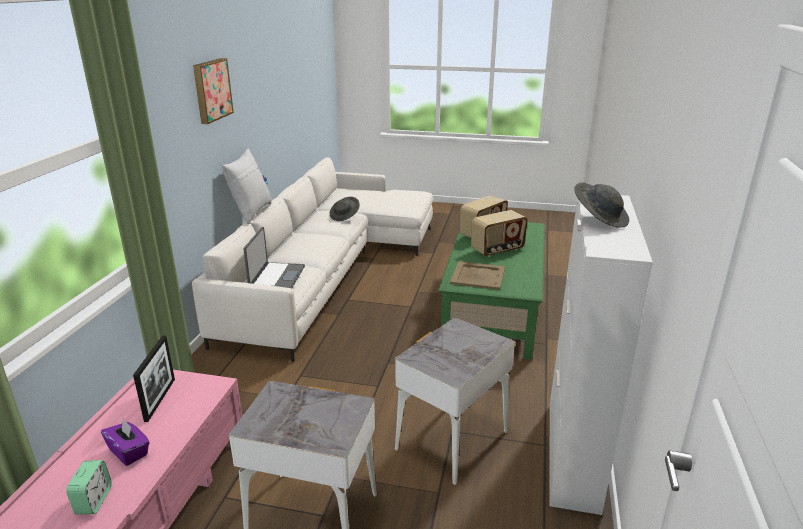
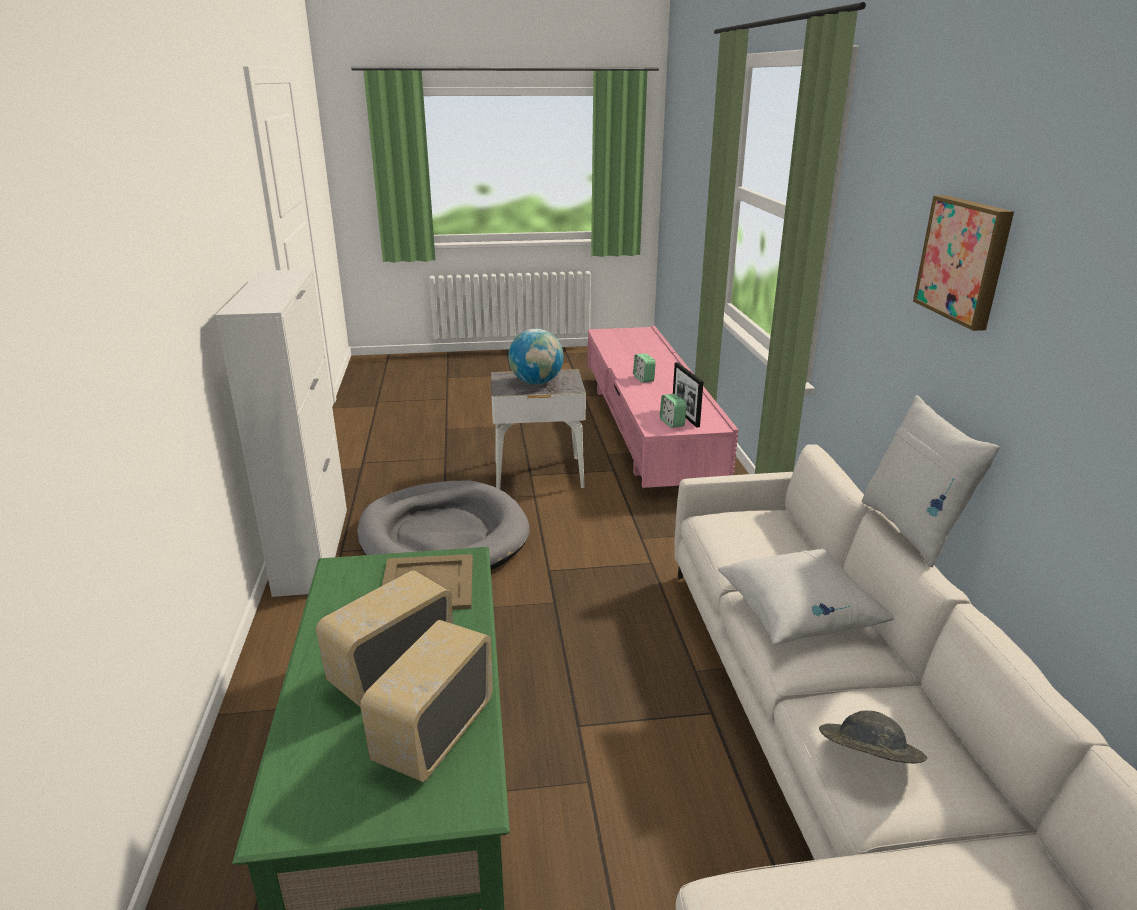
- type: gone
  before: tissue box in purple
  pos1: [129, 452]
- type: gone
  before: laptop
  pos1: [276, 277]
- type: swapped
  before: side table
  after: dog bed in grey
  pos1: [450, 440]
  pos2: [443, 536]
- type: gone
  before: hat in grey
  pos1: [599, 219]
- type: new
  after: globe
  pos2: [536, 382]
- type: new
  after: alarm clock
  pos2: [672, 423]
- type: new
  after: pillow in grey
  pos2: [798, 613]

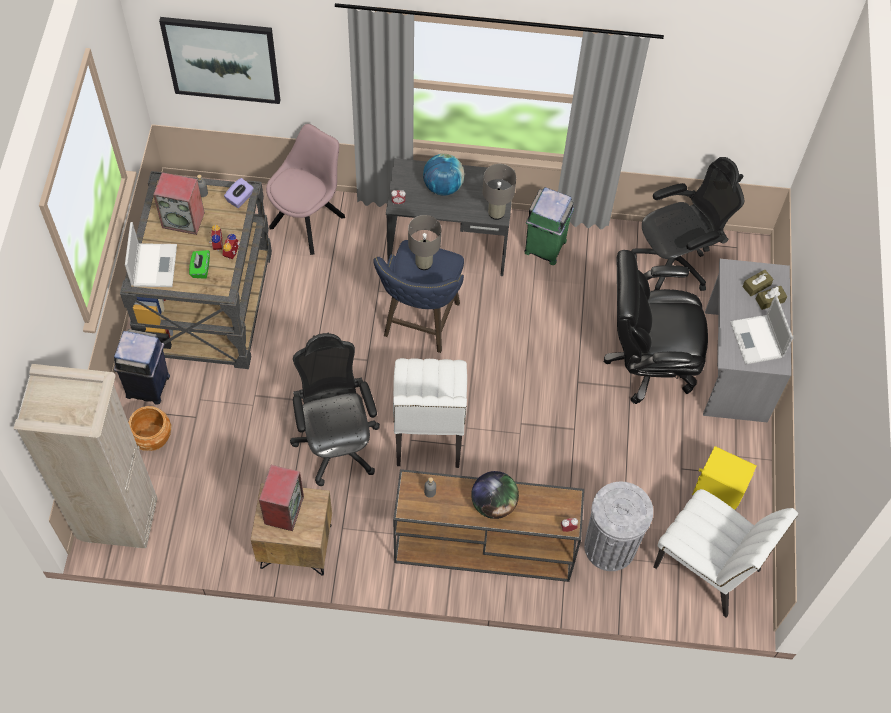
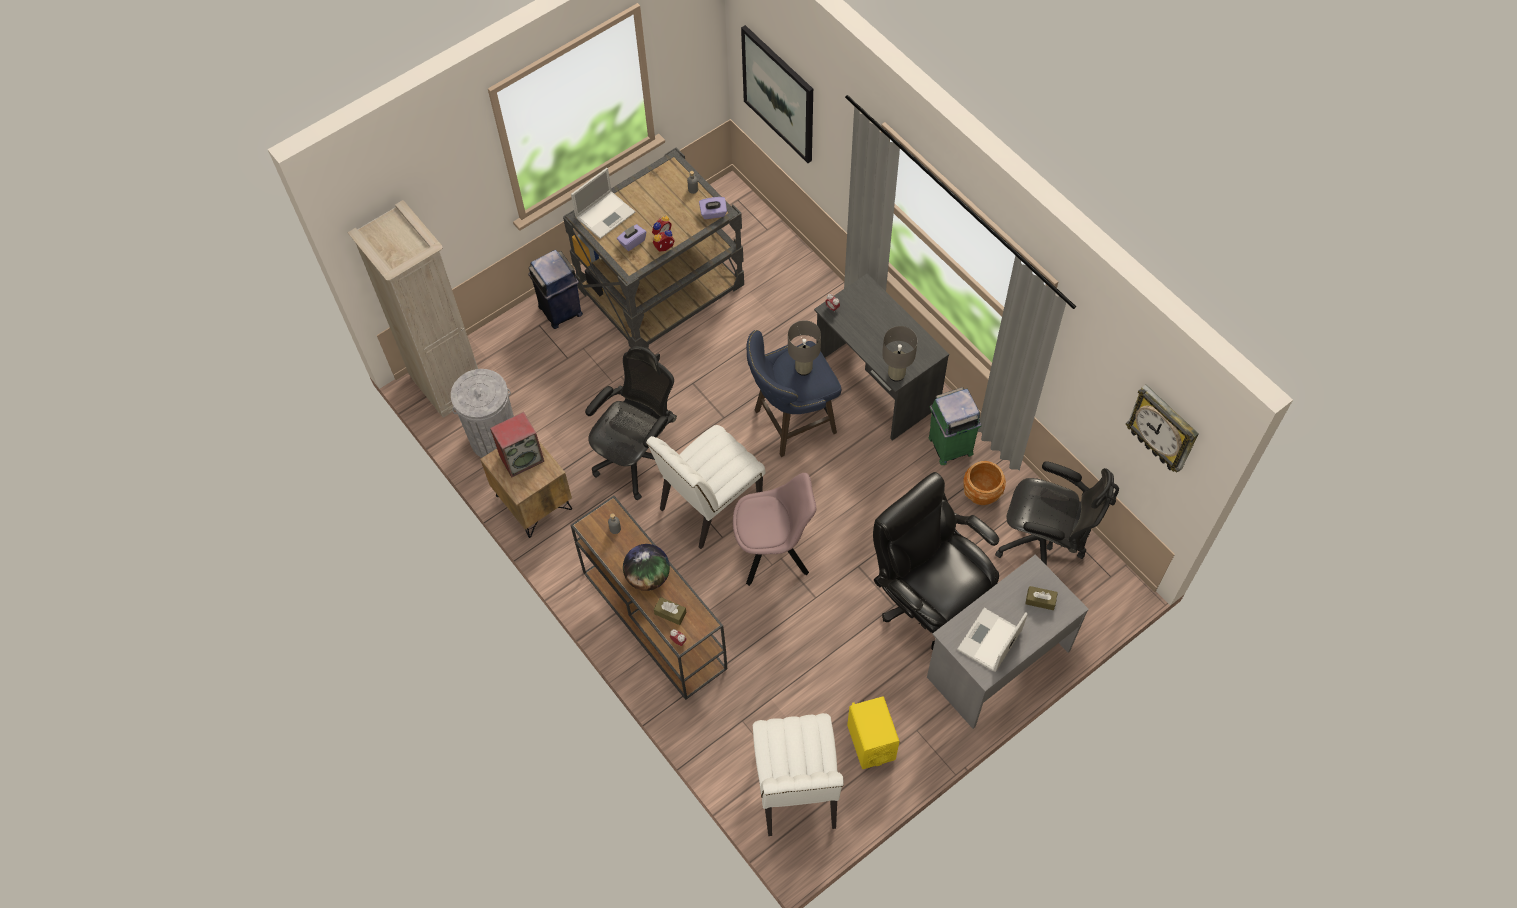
- type: shifted
  before: planter in brown
  pos1: [152, 438]
  pos2: [981, 493]
- type: gone
  before: speaker
  pos1: [184, 220]
- type: repainted
  before: tissue box in green
  after: tissue box in purple
  pos1: [200, 269]
  pos2: [632, 242]
- type: shifted
  before: chair in pink
  pos1: [308, 222]
  pos2: [773, 553]
- type: gone
  before: globe
  pos1: [443, 186]
- type: shifted
  before: trash can in grey
  pos1: [609, 546]
  pos2: [494, 439]
- type: shifted
  before: tissue box in brown
  pos1: [770, 300]
  pos2: [670, 613]
- type: new
  after: wall clock
  pos2: [1163, 429]

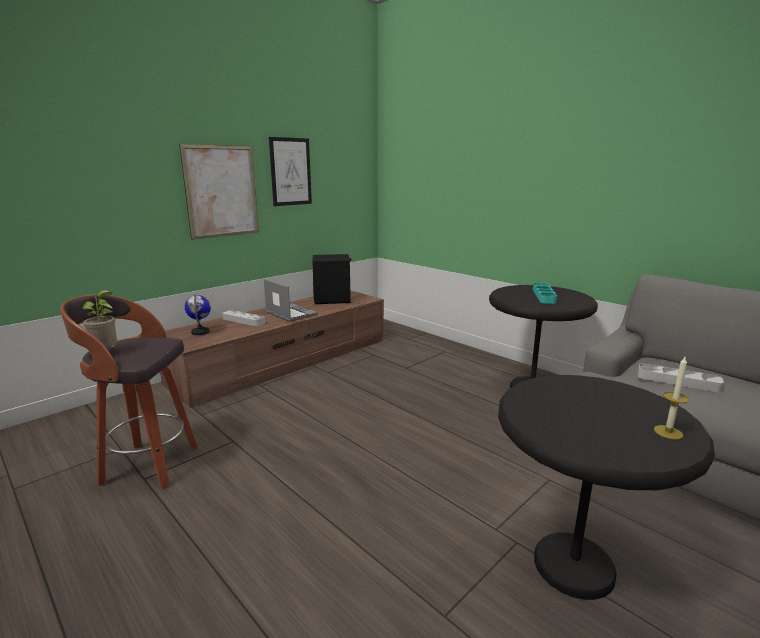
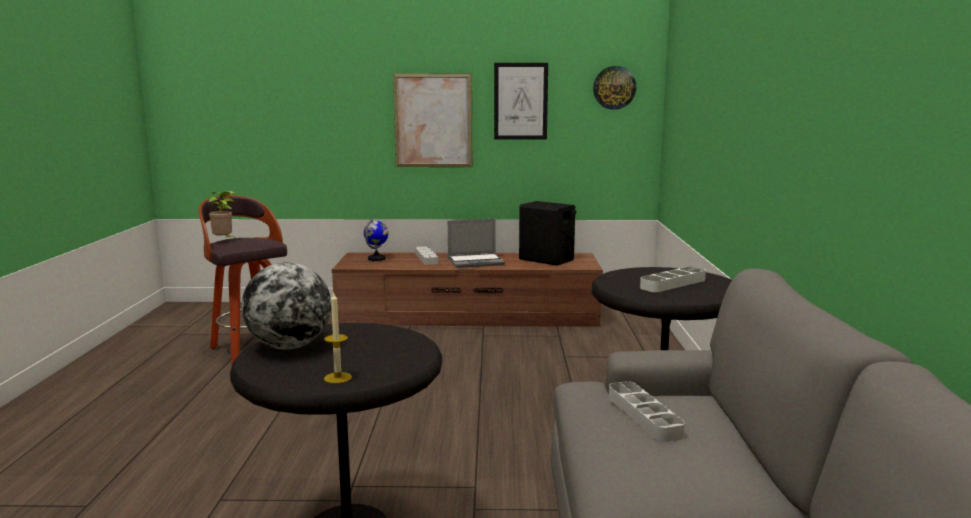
- type: rotated
  before: laptop
  pos1: [290, 314]
  pos2: [476, 262]
  turn: 75
- type: repainted
  before: tray in turquoise
  after: tray in white
  pos1: [543, 295]
  pos2: [673, 284]
- type: new
  after: globe
  pos2: [289, 346]
- type: new
  after: wall clock
  pos2: [614, 87]

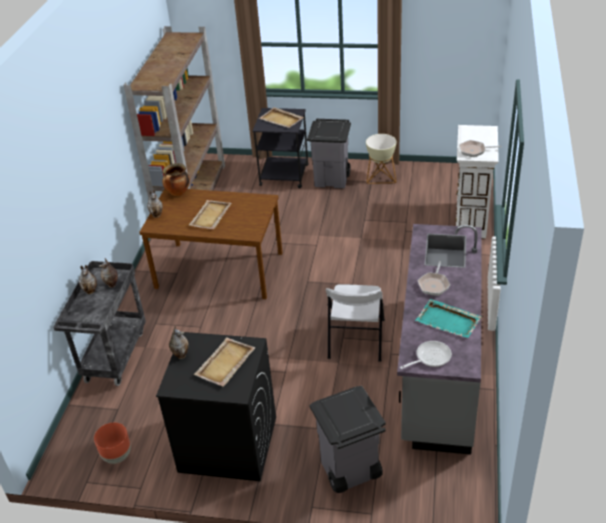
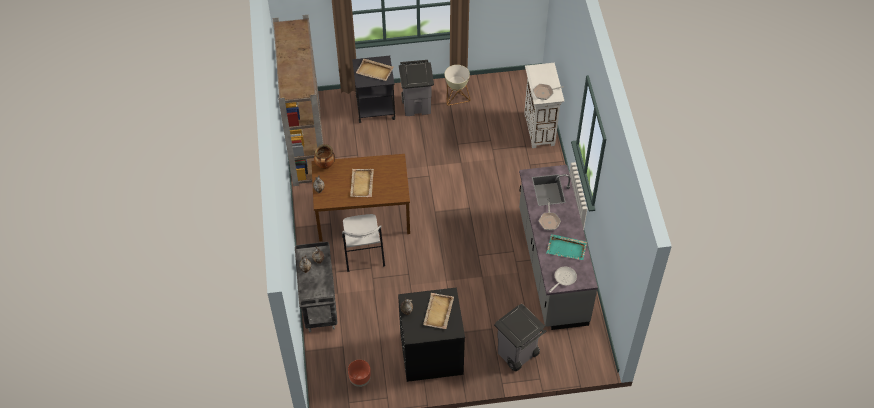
- type: shifted
  before: chair in white
  pos1: [356, 339]
  pos2: [363, 251]

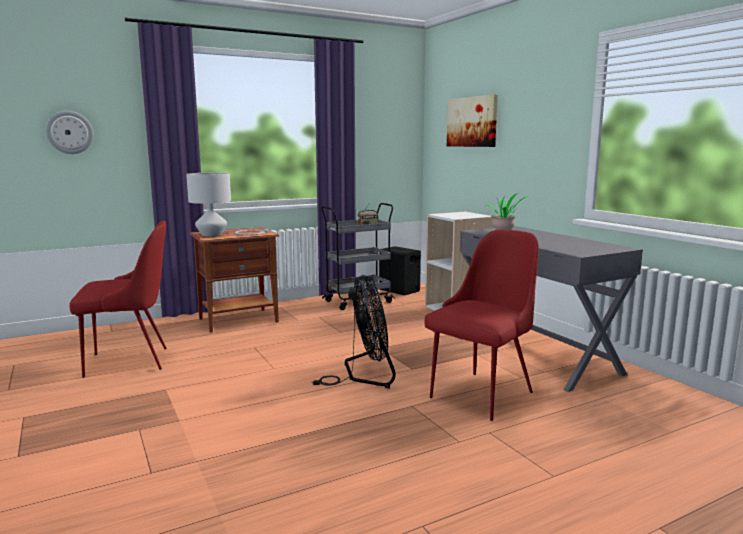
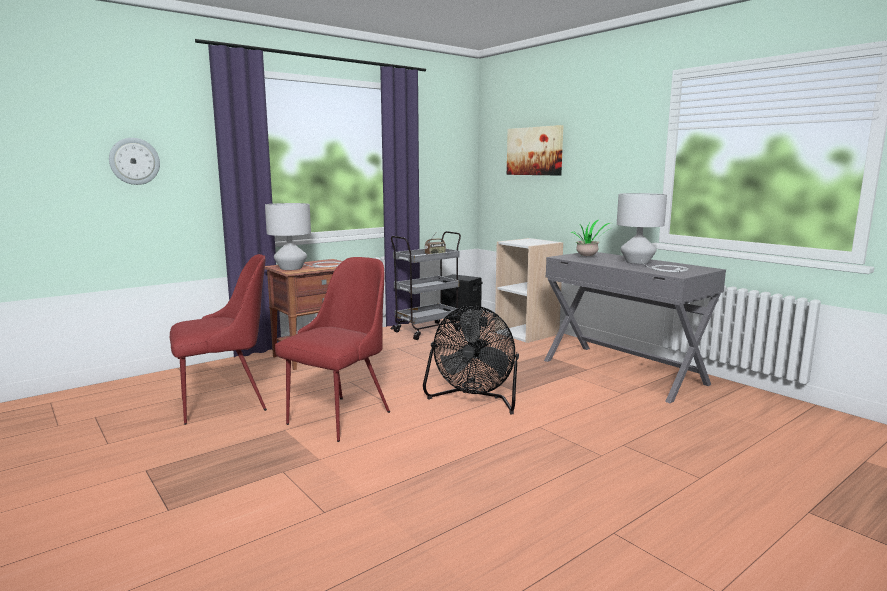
- type: rotated
  before: fan in black
  pos1: [361, 372]
  pos2: [472, 399]
  turn: 135
- type: shifted
  before: chair in red
  pos1: [481, 394]
  pos2: [339, 417]
- type: new
  after: table lamp in grey
  pos2: [649, 264]

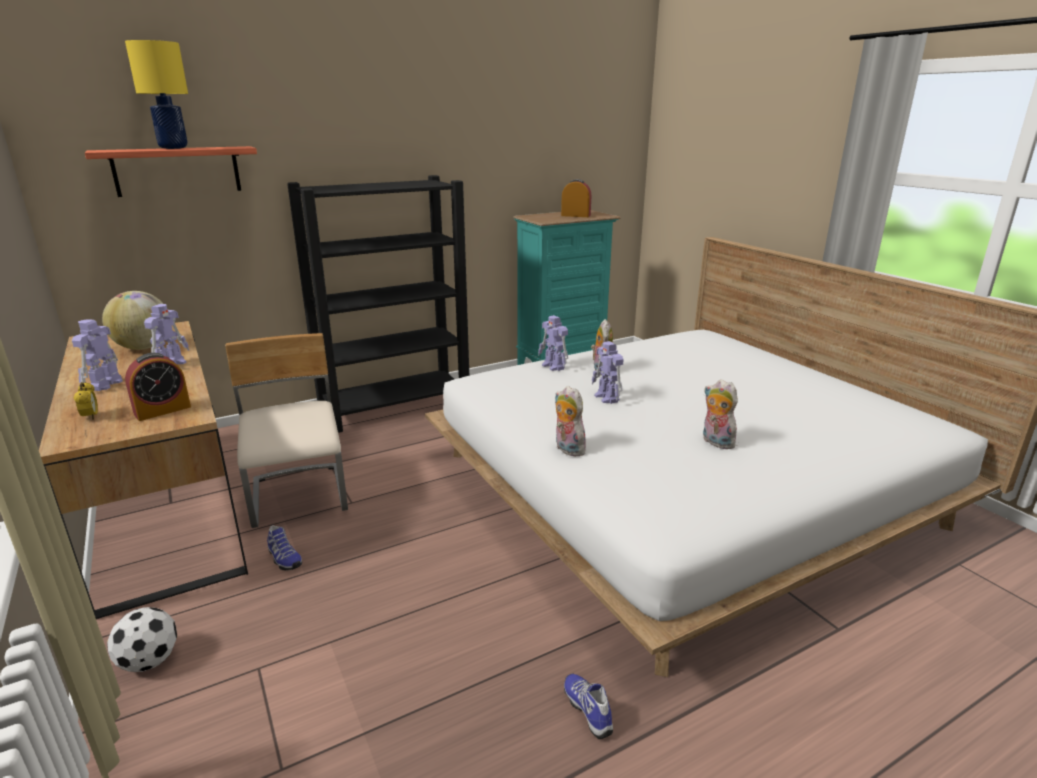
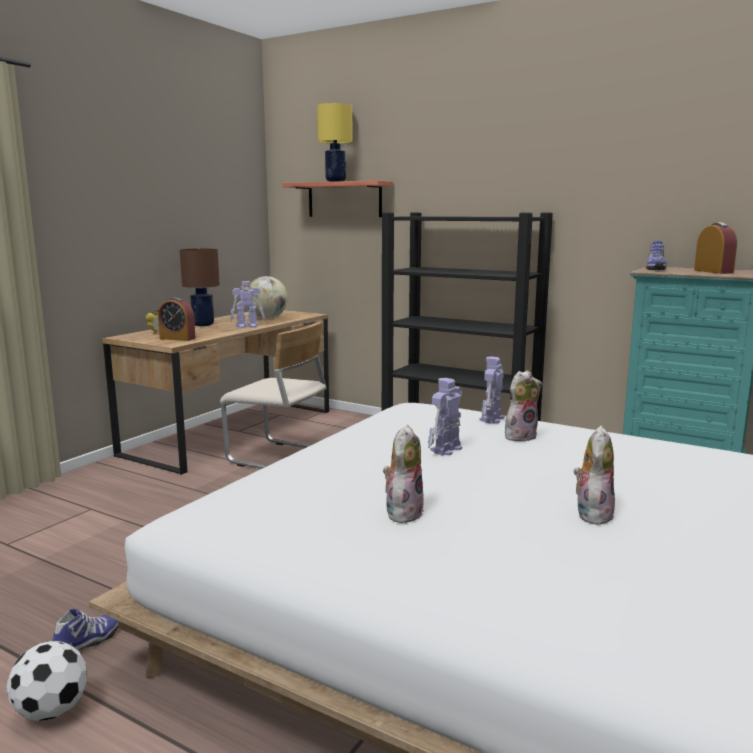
- type: swapped
  before: toy robot
  after: table lamp in brown
  pos1: [105, 385]
  pos2: [203, 325]
- type: shifted
  before: football
  pos1: [149, 661]
  pos2: [52, 710]
- type: rotated
  before: chair in beige
  pos1: [300, 497]
  pos2: [282, 458]
  turn: 75
- type: shifted
  before: shoe
  pos1: [283, 558]
  pos2: [654, 269]
- type: shifted
  before: plush toy
  pos1: [567, 449]
  pos2: [592, 513]

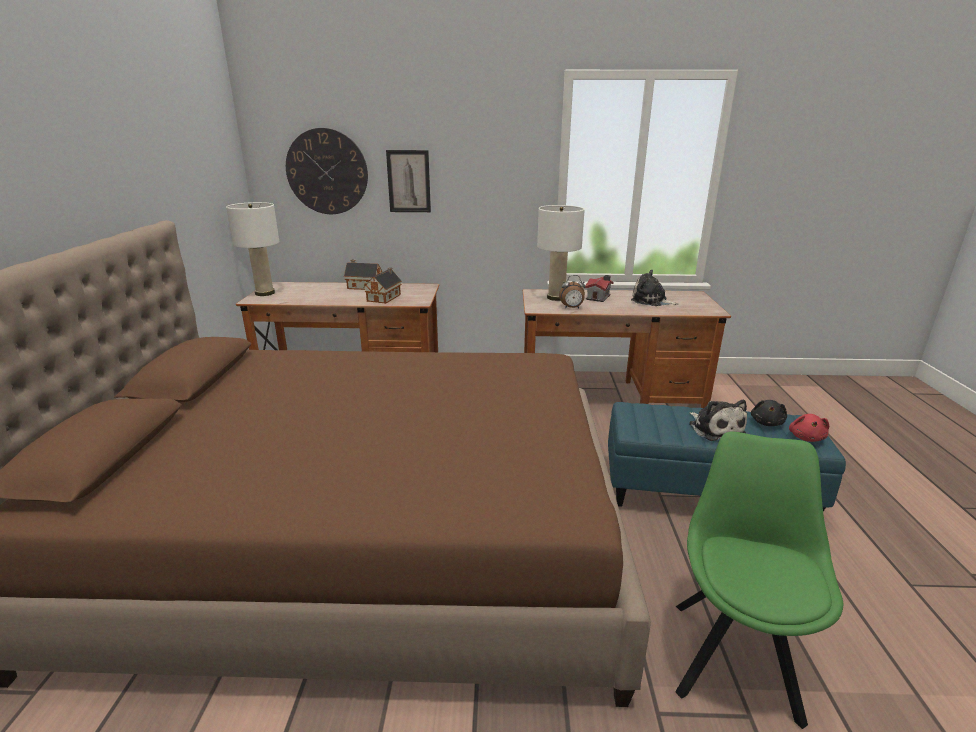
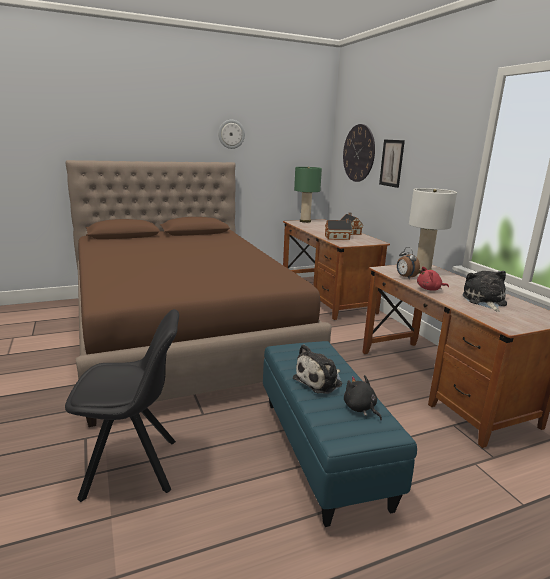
- type: repainted
  before: table lamp in white
  after: table lamp in green
  pos1: [264, 293]
  pos2: [305, 221]
- type: gone
  before: toy house
  pos1: [599, 297]
- type: repainted
  before: chair in green
  after: chair in black
  pos1: [733, 658]
  pos2: [132, 468]
- type: rotated
  before: plush toy in black
  pos1: [767, 423]
  pos2: [360, 408]
  turn: 60
- type: shifted
  before: plush toy in red
  pos1: [806, 437]
  pos2: [430, 289]
- type: new
  after: wall clock
  pos2: [231, 134]

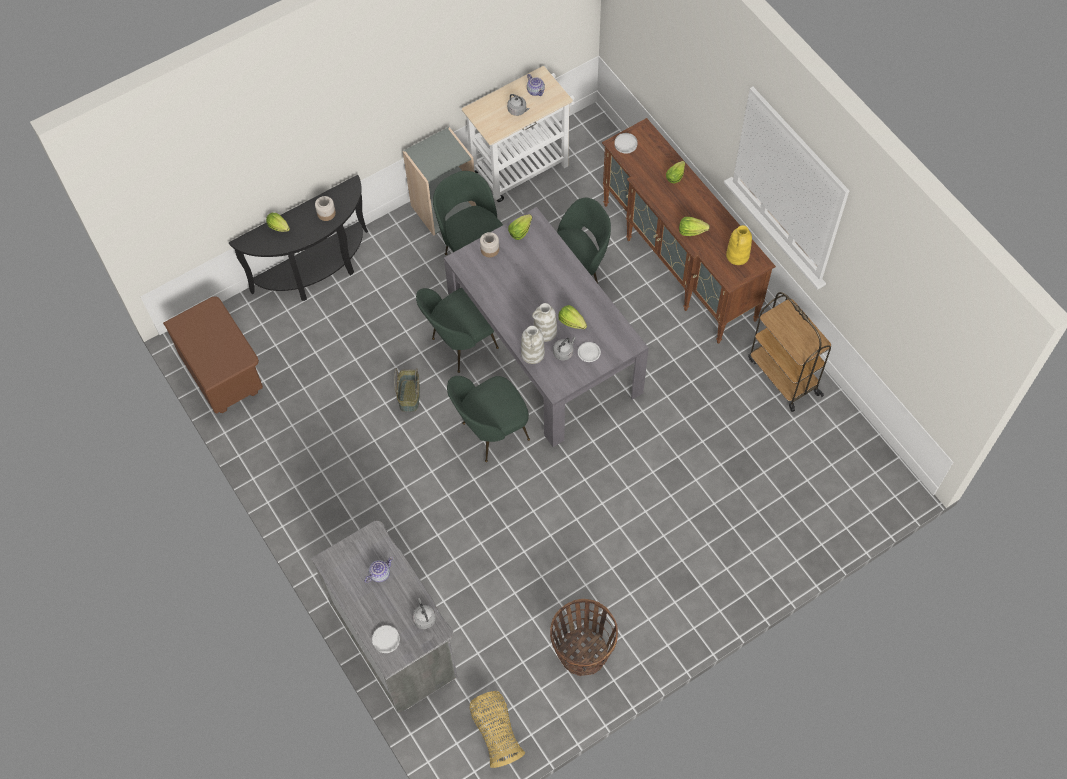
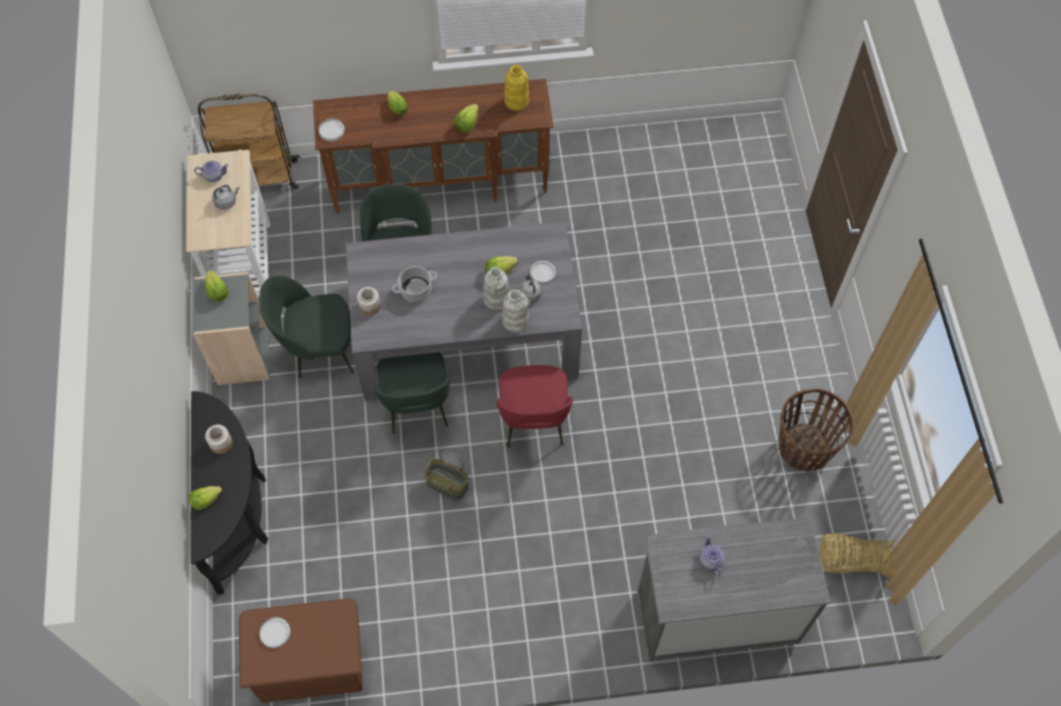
- type: shifted
  before: plate in white
  pos1: [386, 639]
  pos2: [275, 632]
- type: gone
  before: kettle in grey
  pos1: [424, 618]
- type: repainted
  before: chair in green
  after: chair in red
  pos1: [490, 434]
  pos2: [533, 427]
- type: shifted
  before: lettuce
  pos1: [520, 231]
  pos2: [217, 291]
- type: shifted
  before: cart in brown
  pos1: [783, 375]
  pos2: [259, 177]
- type: new
  after: cooking pot
  pos2: [416, 289]

